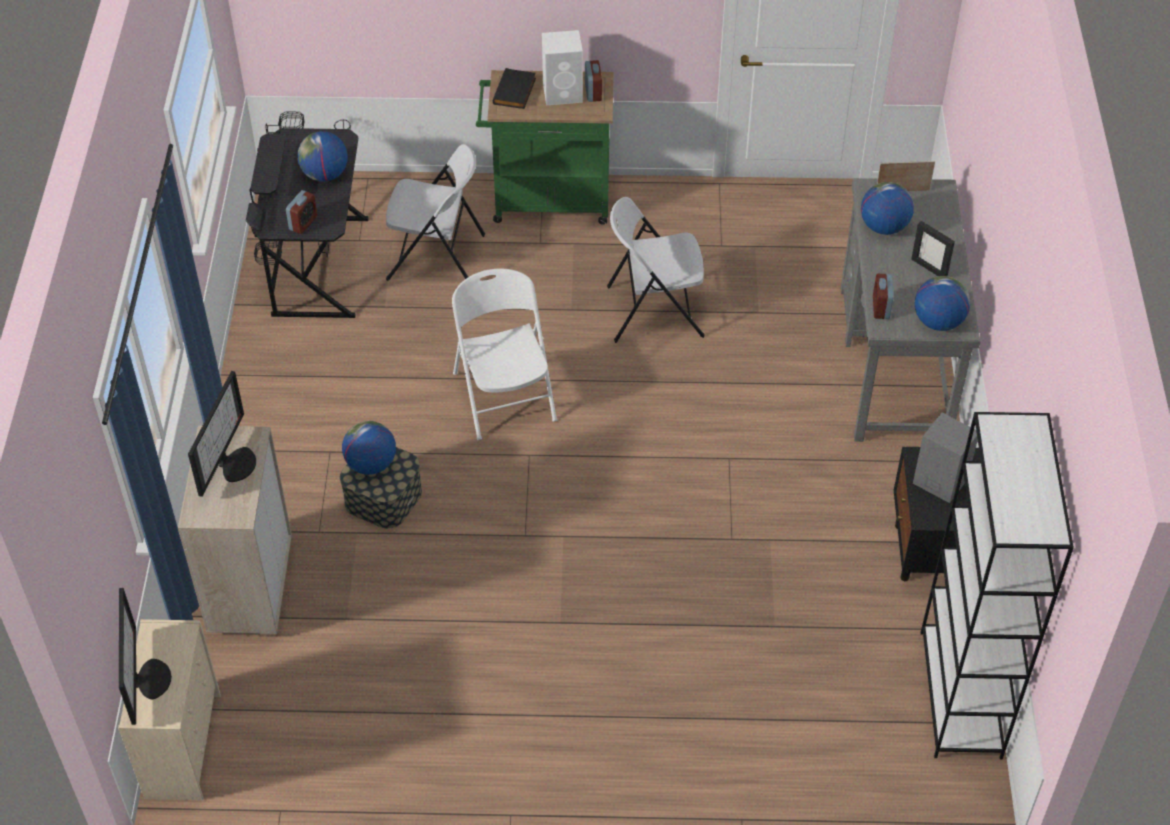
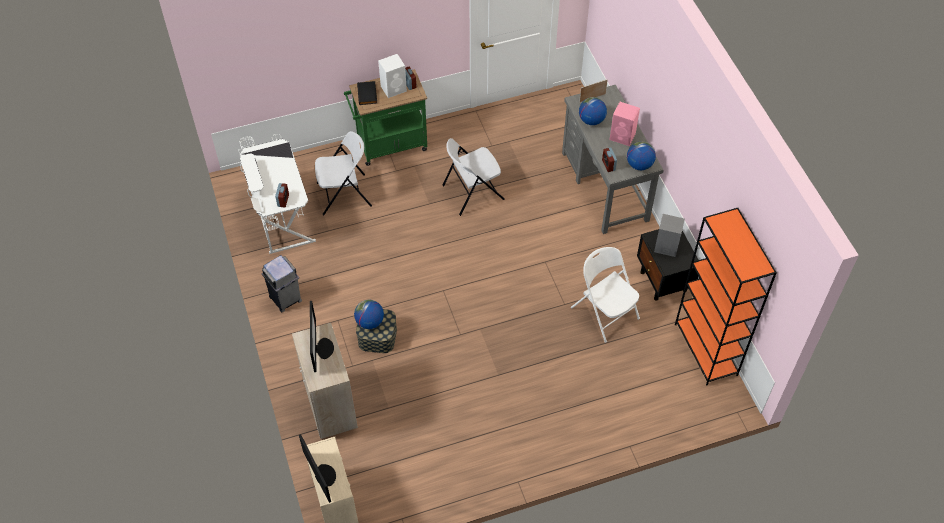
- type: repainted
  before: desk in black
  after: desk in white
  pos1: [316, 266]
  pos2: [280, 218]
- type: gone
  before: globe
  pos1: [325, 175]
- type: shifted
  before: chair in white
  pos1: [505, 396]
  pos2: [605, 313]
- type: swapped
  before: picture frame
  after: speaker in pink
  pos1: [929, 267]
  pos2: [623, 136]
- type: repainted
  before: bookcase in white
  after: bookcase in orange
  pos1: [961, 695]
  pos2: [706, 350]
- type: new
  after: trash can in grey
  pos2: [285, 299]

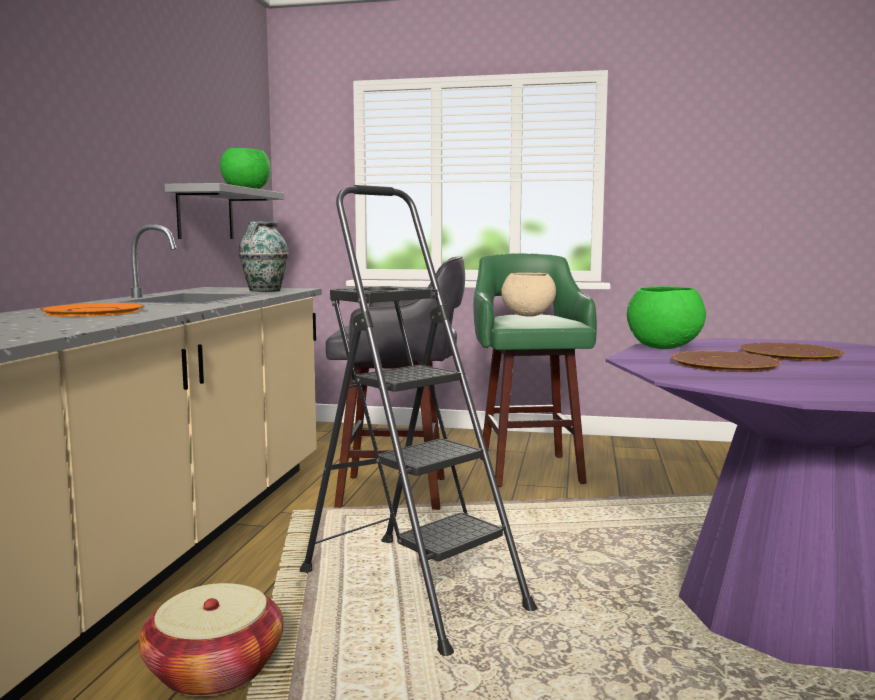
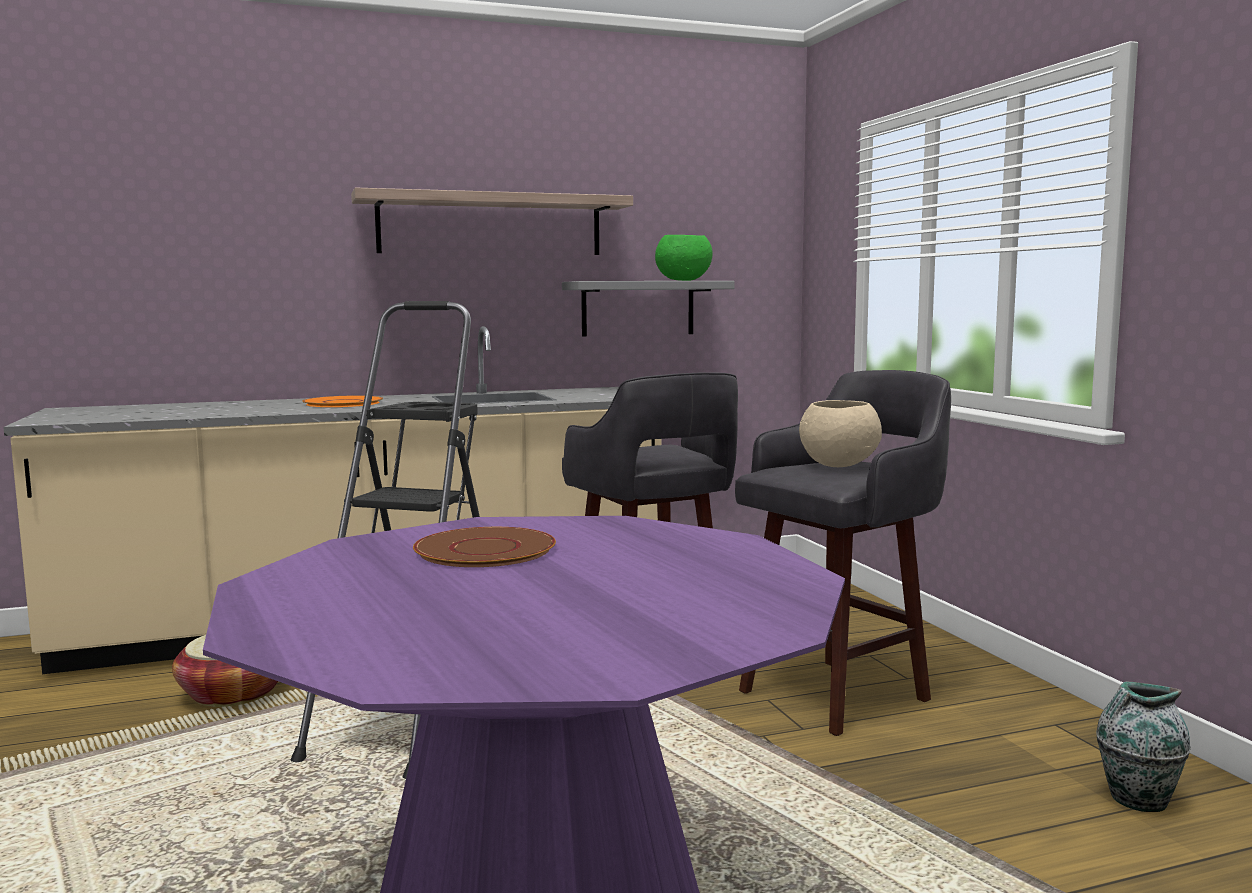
- type: shifted
  before: vase
  pos1: [264, 291]
  pos2: [1137, 799]
- type: repainted
  before: stool in green
  after: stool in grey
  pos1: [529, 468]
  pos2: [840, 694]
- type: gone
  before: bowl in green
  pos1: [664, 347]
- type: gone
  before: plate in brown
  pos1: [789, 354]
- type: new
  after: shelf
  pos2: [491, 225]

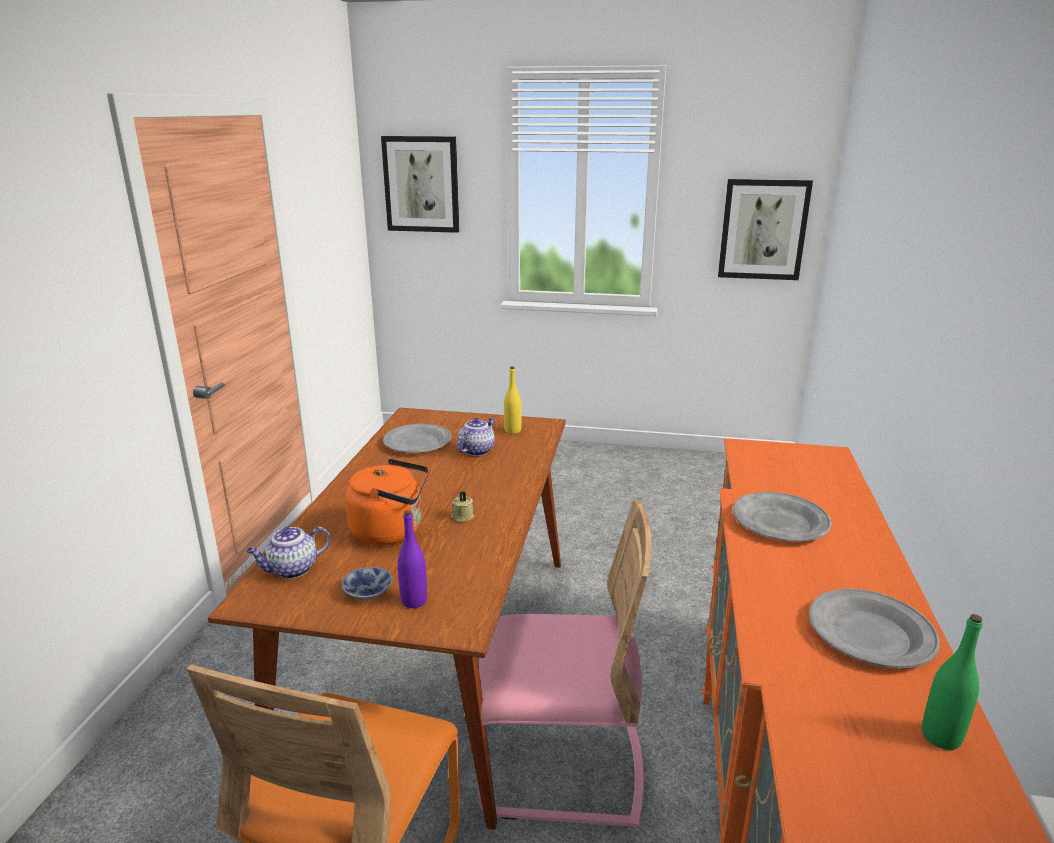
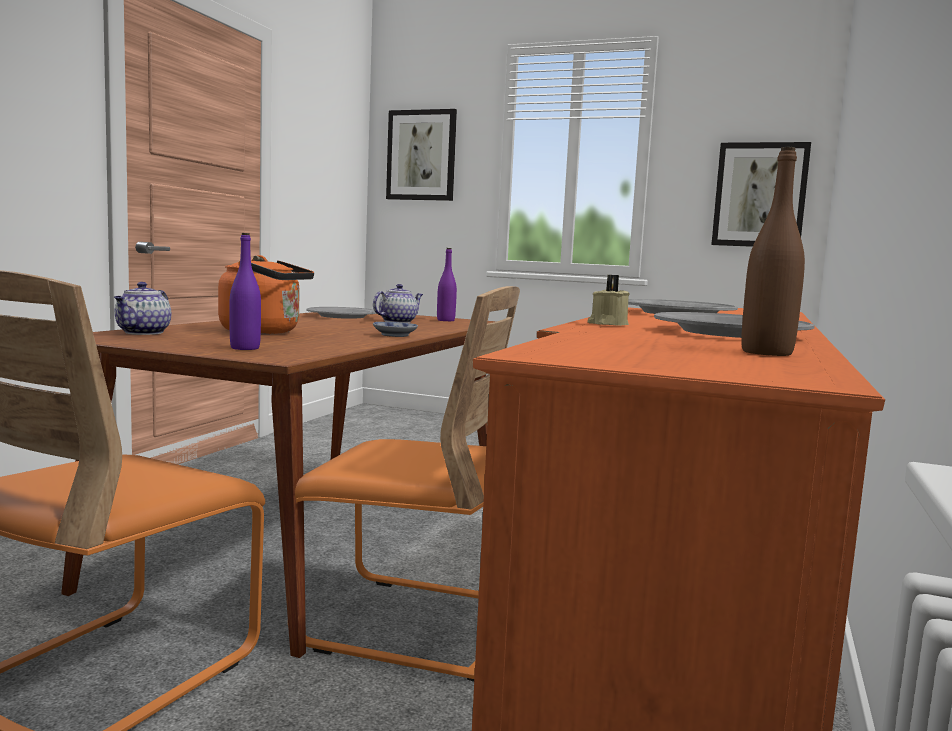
- type: rotated
  before: teapot
  pos1: [292, 570]
  pos2: [143, 333]
  turn: -60
- type: shifted
  before: bowl
  pos1: [366, 592]
  pos2: [393, 335]
- type: shifted
  before: candle in beige
  pos1: [462, 517]
  pos2: [607, 324]
- type: repainted
  before: chair in pink
  after: chair in orange
  pos1: [560, 765]
  pos2: [408, 624]
- type: repainted
  before: bottle in yellow
  after: bottle in purple
  pos1: [512, 431]
  pos2: [445, 320]
- type: repainted
  before: bottle in green
  after: bottle in brown
  pos1: [941, 737]
  pos2: [766, 353]

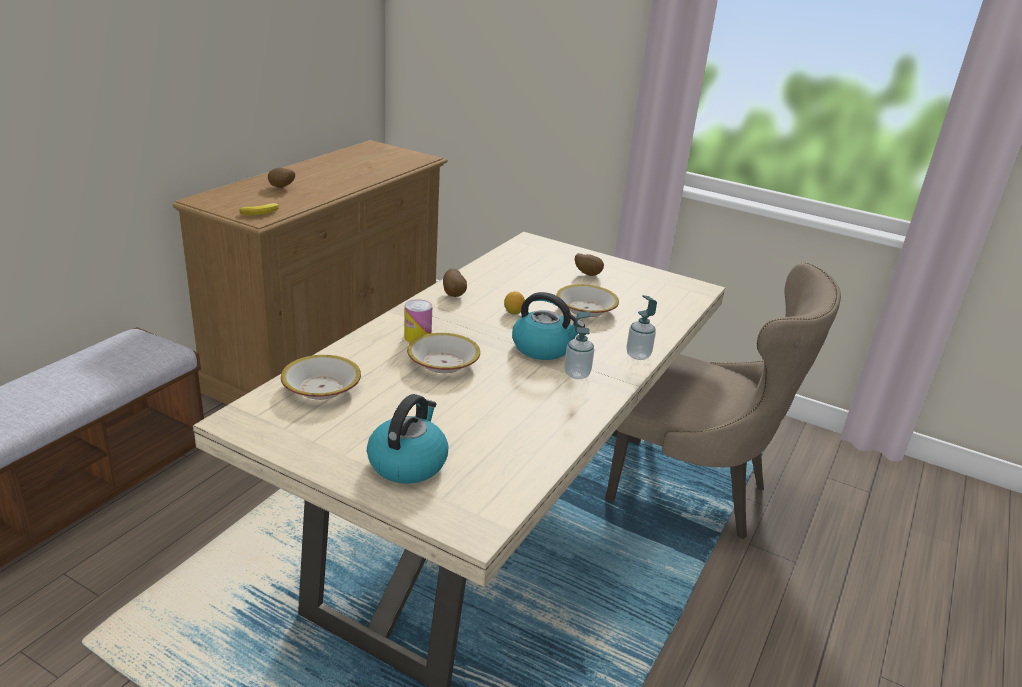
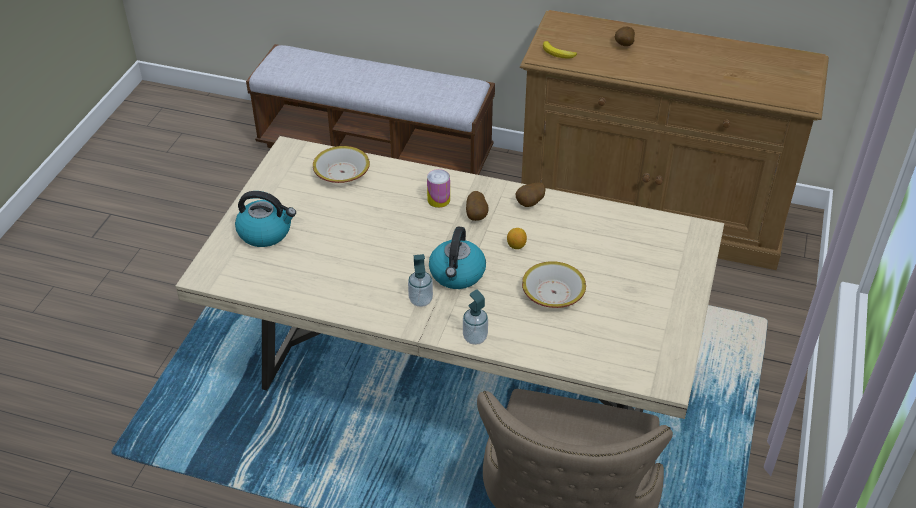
- type: gone
  before: bowl
  pos1: [444, 363]
- type: shifted
  before: potato
  pos1: [588, 274]
  pos2: [477, 216]

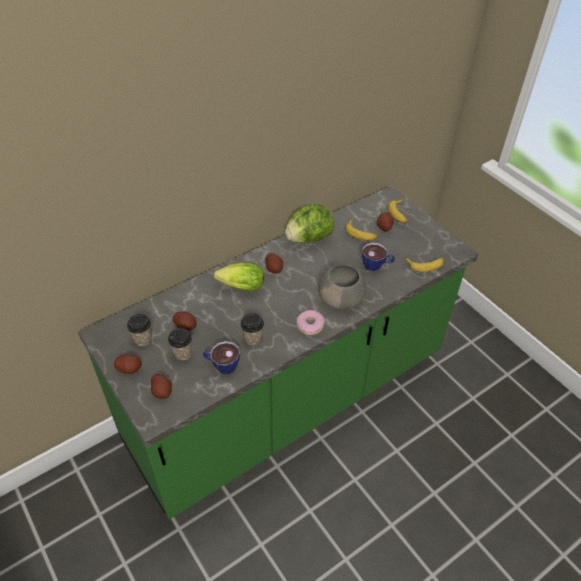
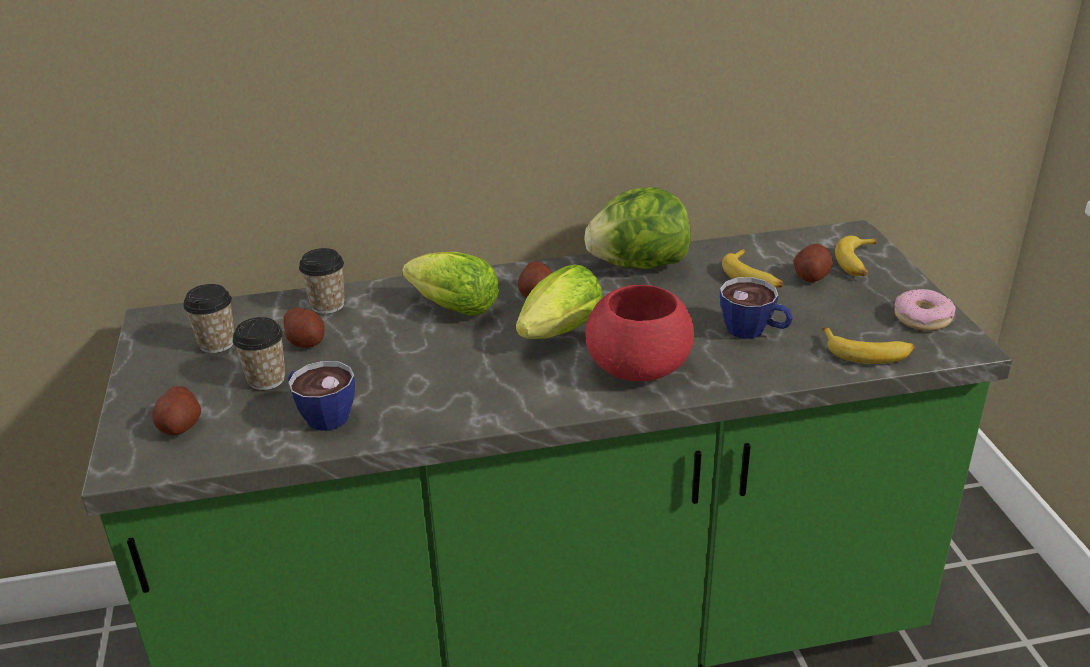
- type: gone
  before: potato
  pos1: [129, 368]
- type: shifted
  before: cup
  pos1: [253, 338]
  pos2: [327, 305]
- type: shifted
  before: donut
  pos1: [310, 325]
  pos2: [922, 318]
- type: repainted
  before: bowl in grey
  after: bowl in red
  pos1: [341, 299]
  pos2: [640, 367]
- type: new
  after: lettuce
  pos2: [556, 335]

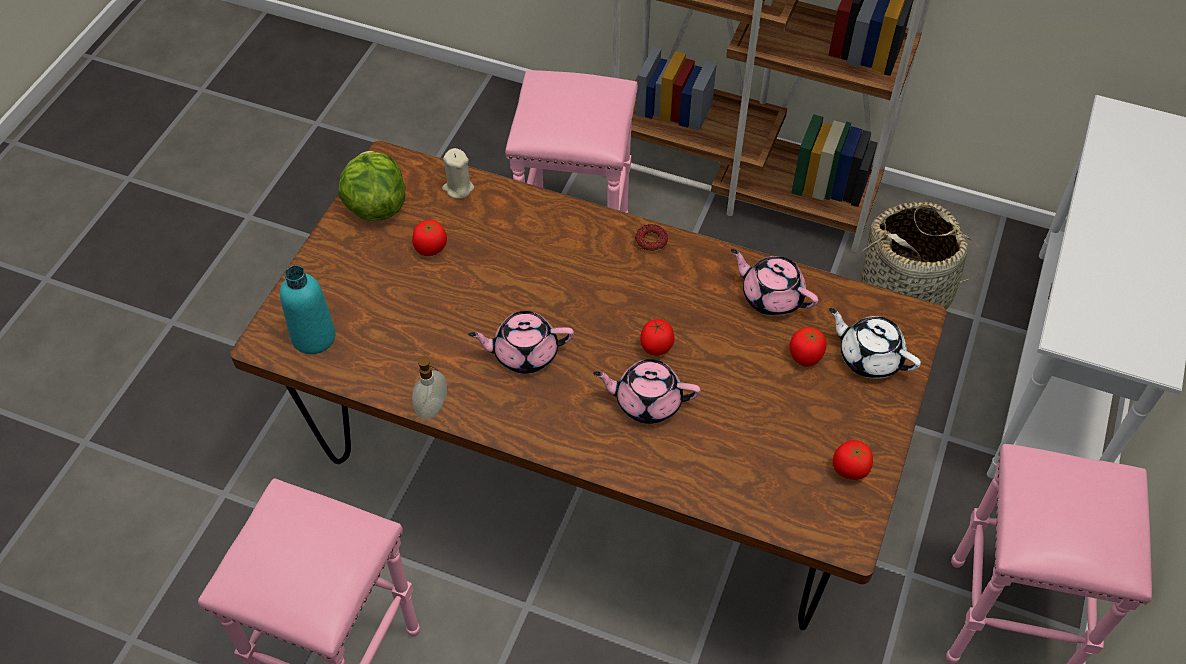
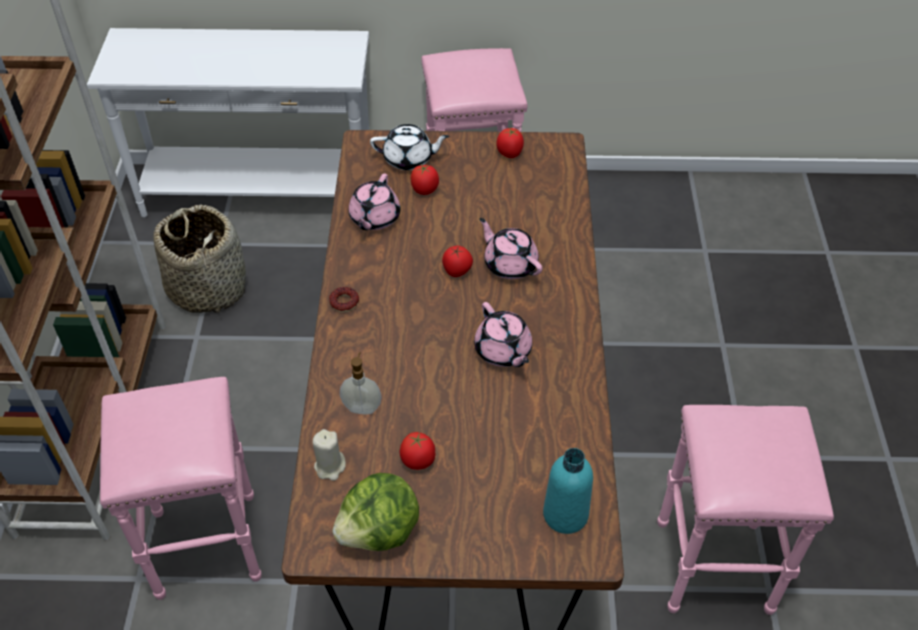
- type: shifted
  before: soap dispenser
  pos1: [433, 408]
  pos2: [362, 407]
- type: rotated
  before: teapot in pink
  pos1: [647, 401]
  pos2: [510, 264]
  turn: 150
- type: rotated
  before: teapot in white
  pos1: [869, 357]
  pos2: [409, 159]
  turn: -105

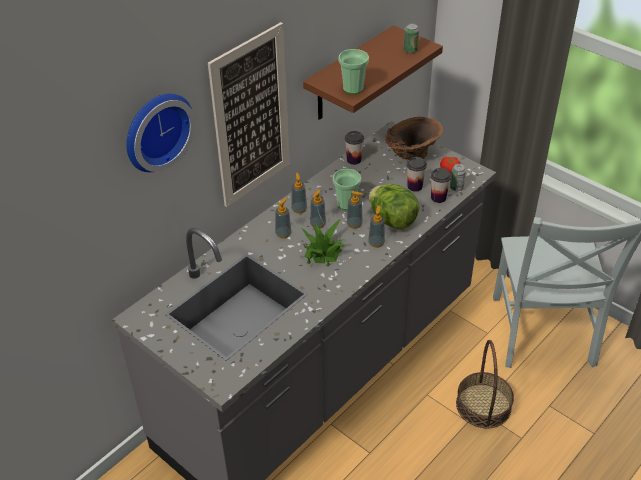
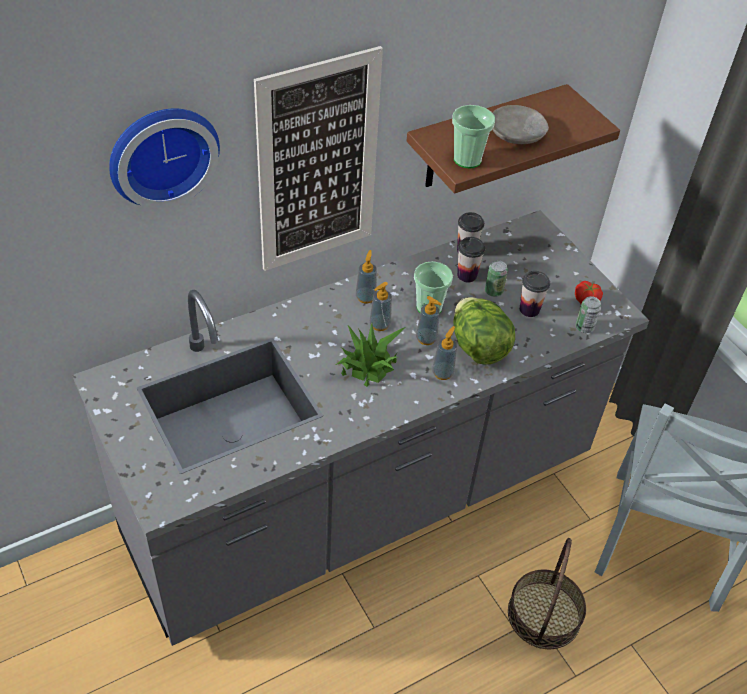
- type: gone
  before: soap dispenser
  pos1: [283, 234]
- type: gone
  before: vase in brown
  pos1: [411, 157]
- type: shifted
  before: can
  pos1: [410, 50]
  pos2: [493, 291]
- type: shifted
  before: cup
  pos1: [438, 198]
  pos2: [467, 275]
- type: new
  after: plate in beige
  pos2: [517, 133]

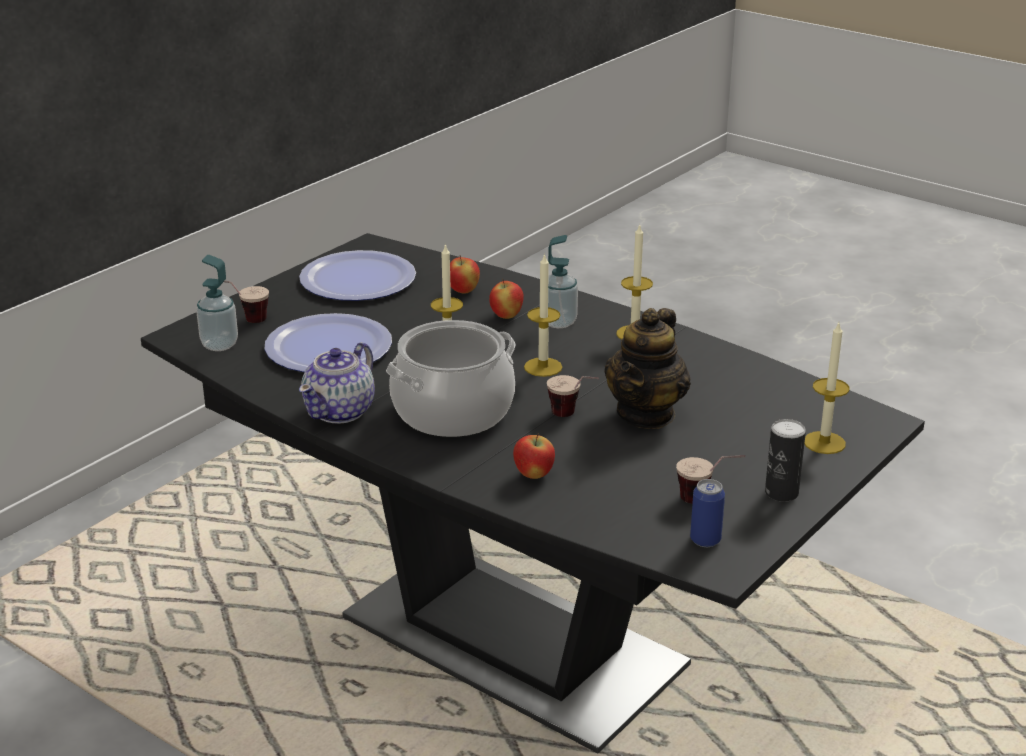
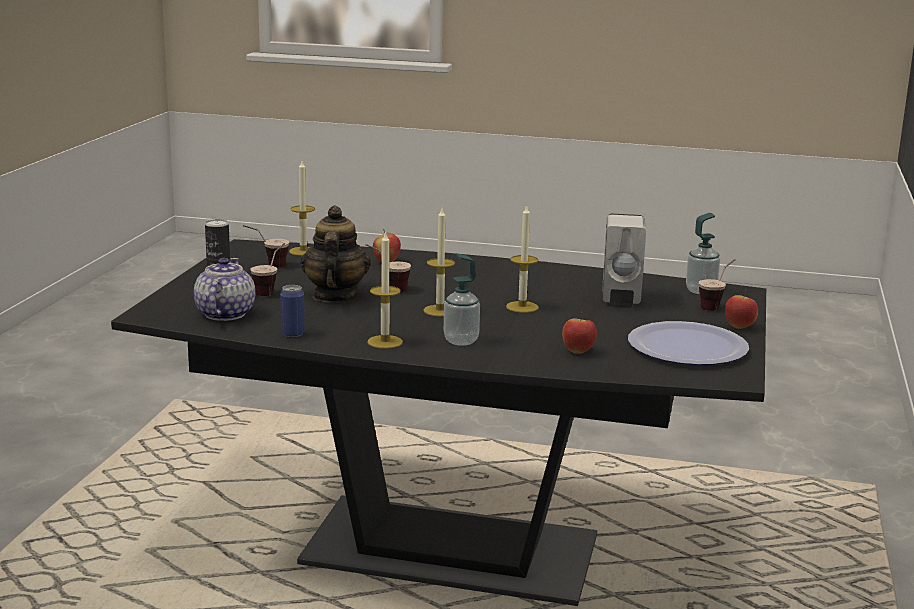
- type: swapped
  before: plate
  after: soap dispenser in white
  pos1: [328, 347]
  pos2: [620, 300]
- type: shifted
  before: teapot
  pos1: [340, 411]
  pos2: [224, 314]
- type: gone
  before: cooking pot
  pos1: [452, 411]
- type: shifted
  before: apple
  pos1: [506, 316]
  pos2: [739, 327]
- type: shifted
  before: can
  pos1: [705, 540]
  pos2: [293, 334]
- type: shifted
  before: candle
  pos1: [824, 442]
  pos2: [303, 251]
- type: new
  after: cup
  pos2: [271, 291]

